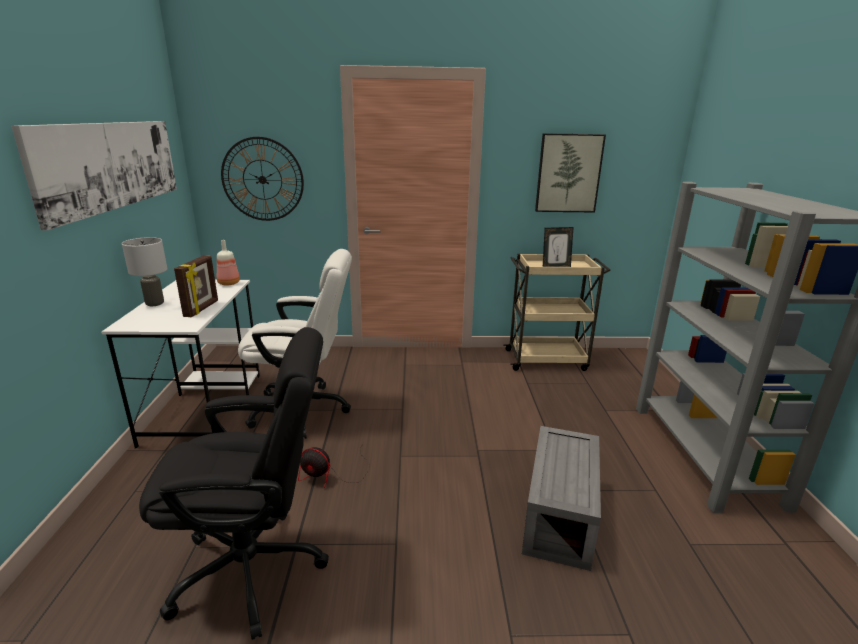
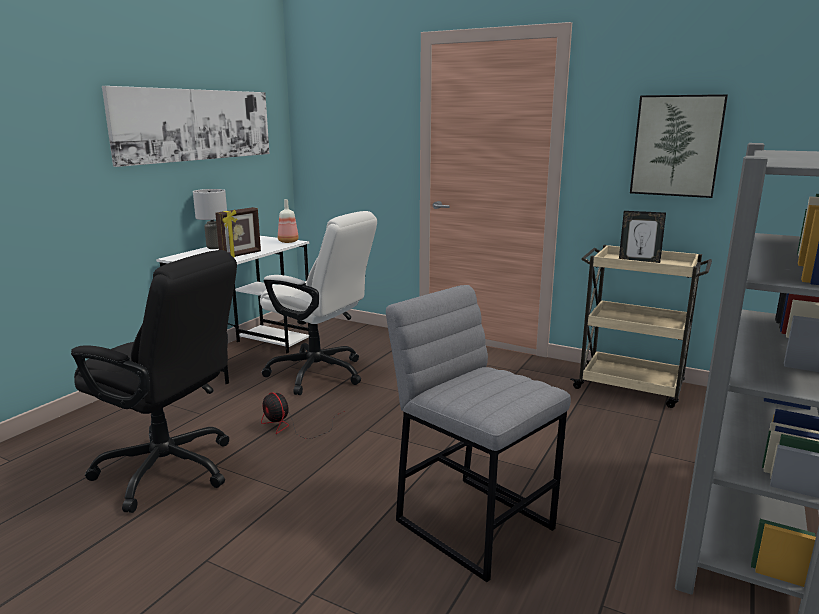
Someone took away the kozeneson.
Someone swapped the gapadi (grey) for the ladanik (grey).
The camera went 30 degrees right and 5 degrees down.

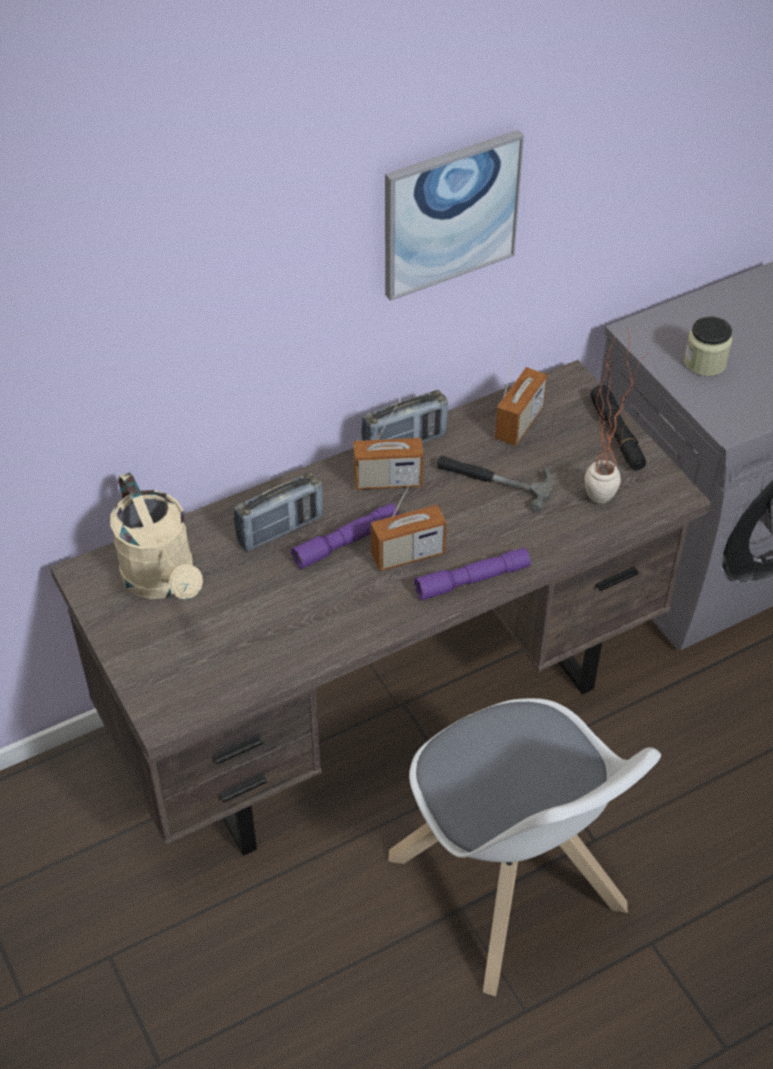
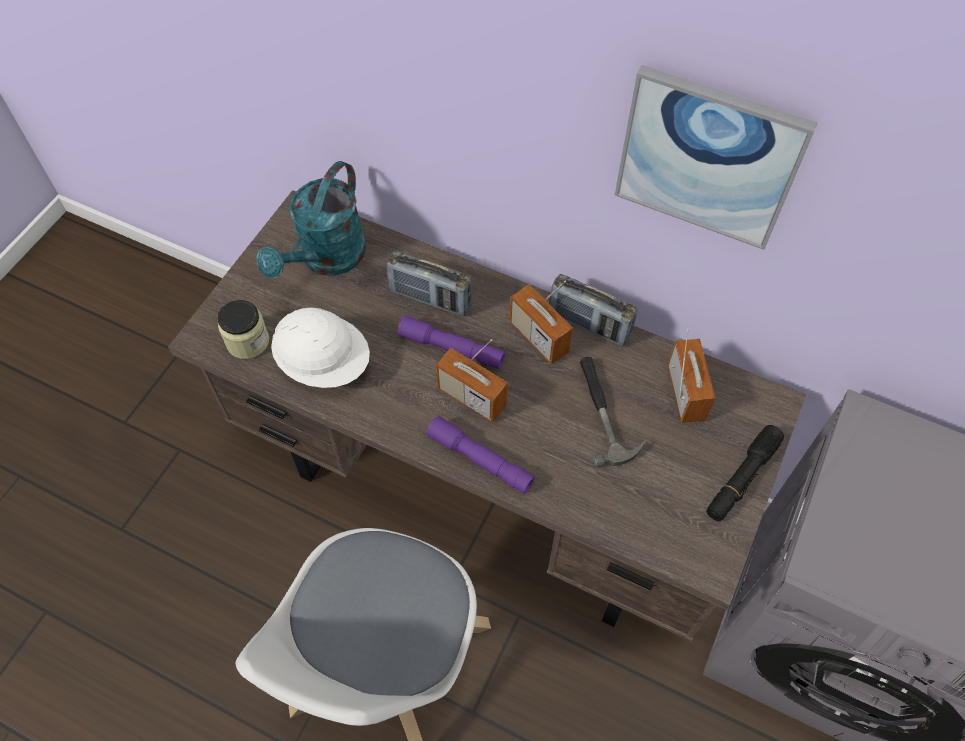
Someone repainted the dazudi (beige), which became the dazudi (turquoise).
Someone rotated the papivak (5th from left) by 90 degrees counterclockwise.
Someone took away the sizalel.
Someone carried the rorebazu.
Someone put down the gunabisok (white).
The camera went 55 degrees right and 10 degrees up.

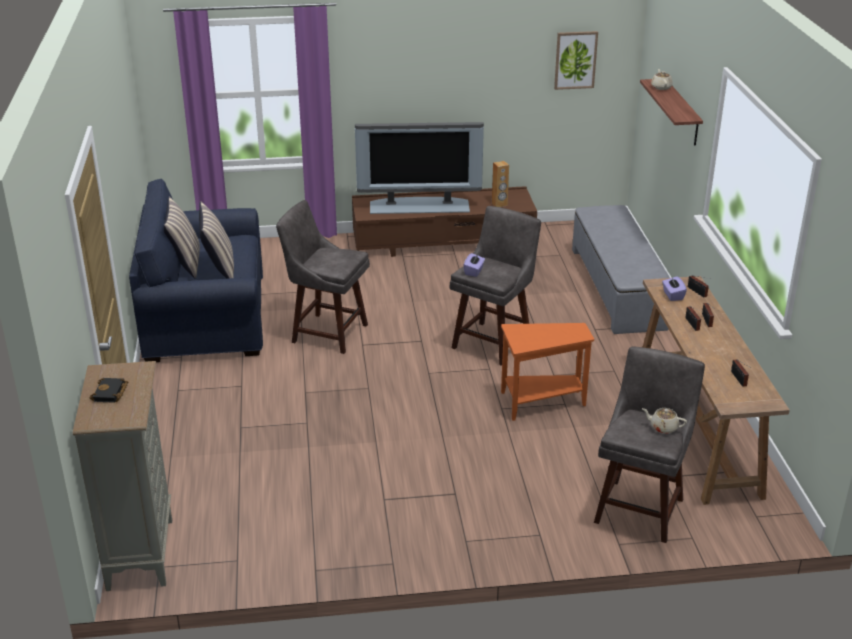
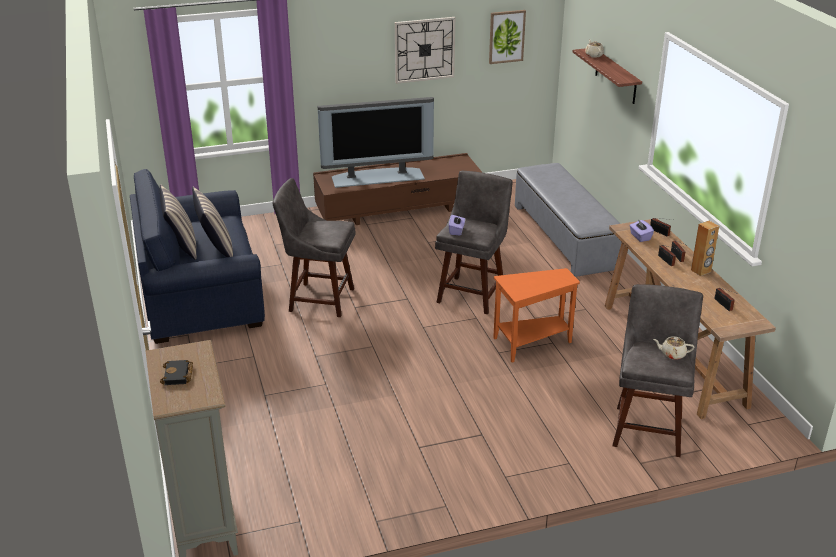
Someone carried the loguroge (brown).
Someone put up the kozeneson.
The camera went 10 degrees left and 0 degrees up.

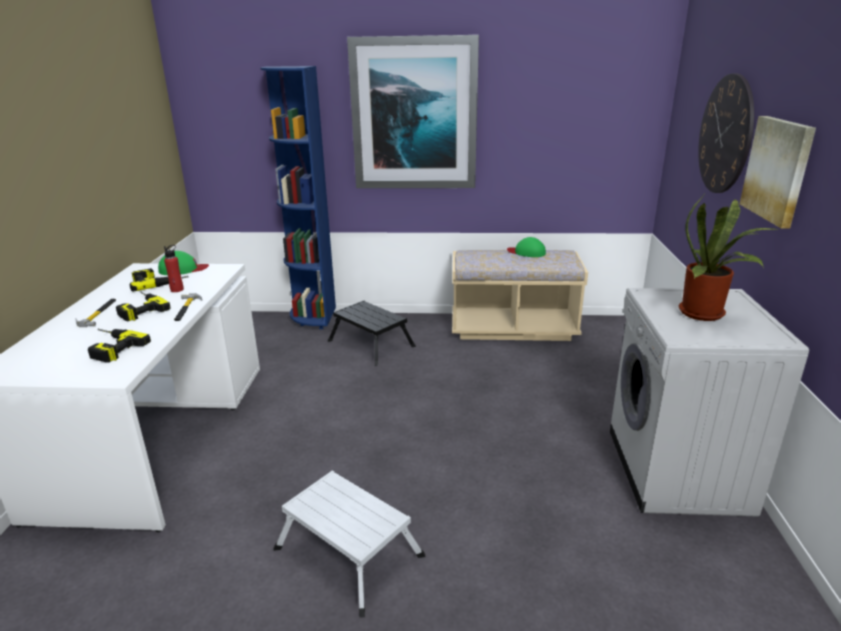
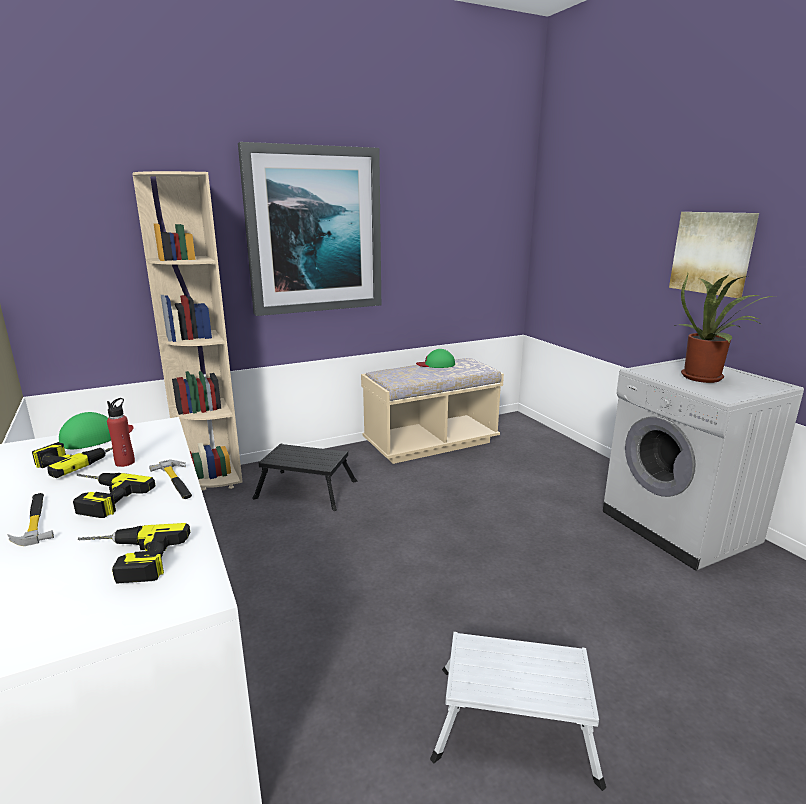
Someone repainted the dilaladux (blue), which became the dilaladux (beige).
Someone took away the kozeneson.
The camera went 30 degrees left and 5 degrees down.

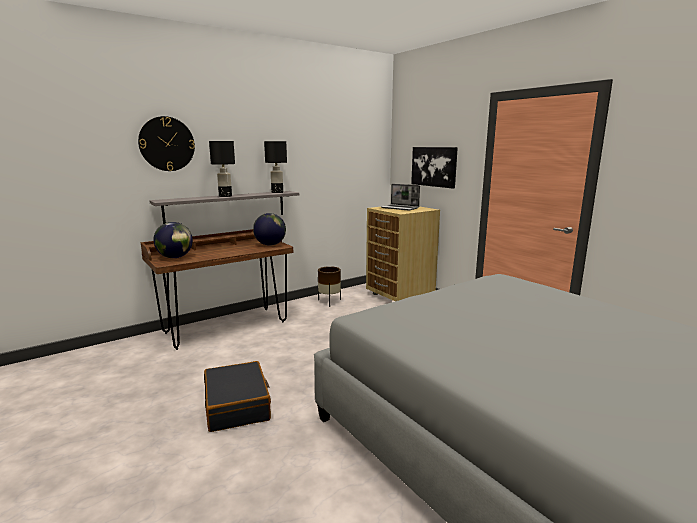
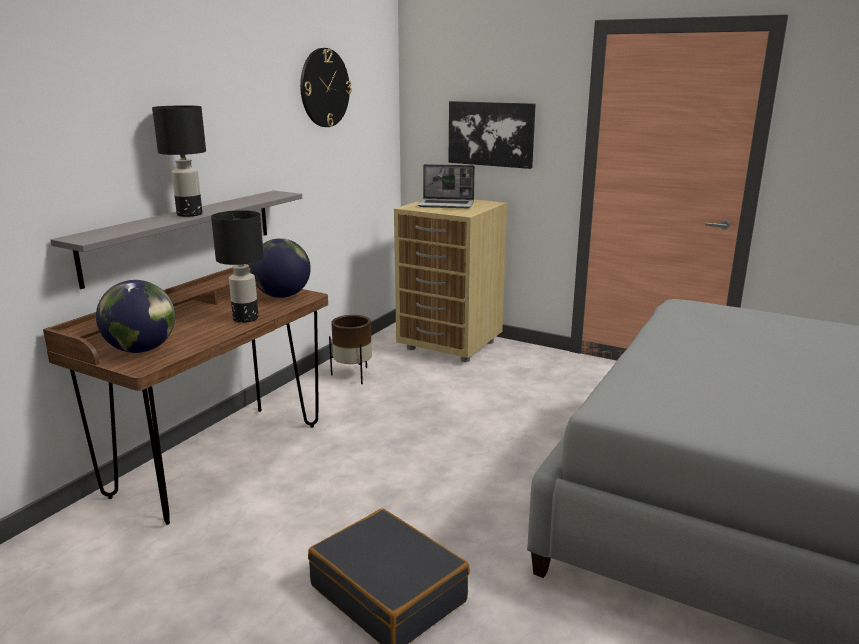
Someone carried the kozeneson.
Someone carried the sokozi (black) (2nd from left).
The camera went 25 degrees left and 5 degrees up.

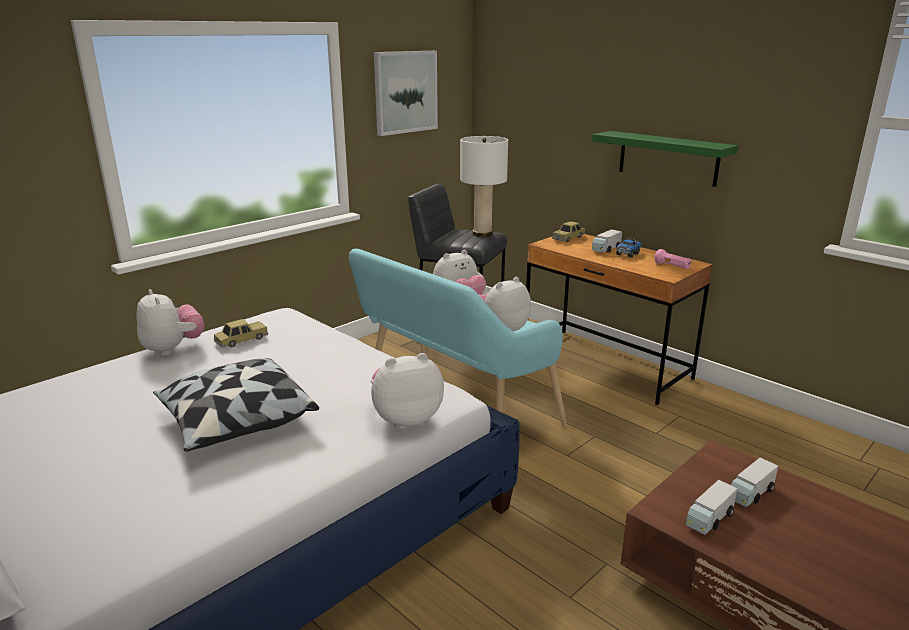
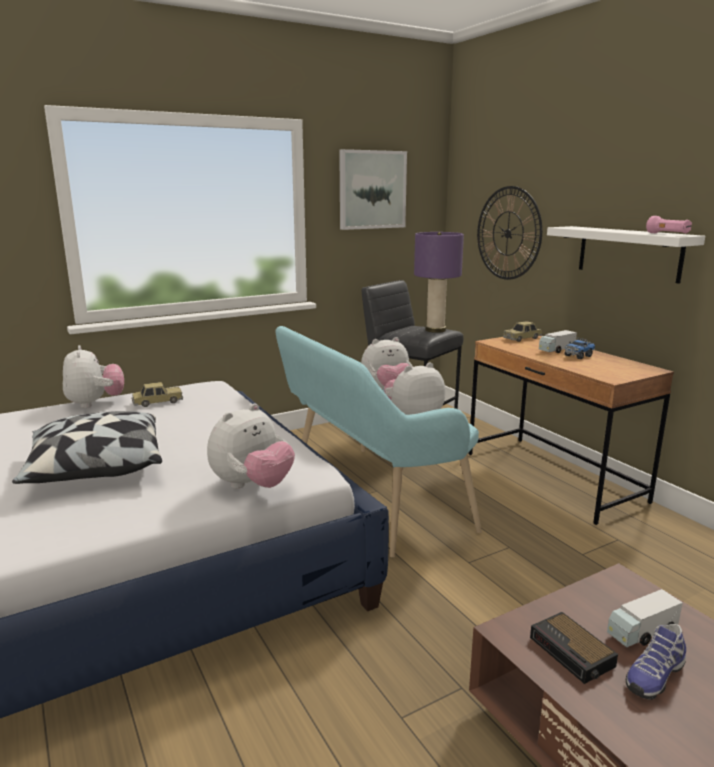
Someone rotated the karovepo (2nd from left) by 135 degrees clockwise.
Someone repainted the sokozi (white), which became the sokozi (purple).
Someone repainted the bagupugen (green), which became the bagupugen (white).
Someone carried the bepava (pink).
Someone swapped the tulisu (3rd from left) for the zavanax.
Someone put up the kozeneson.
Someone put down the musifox.
The camera went 15 degrees right and 5 degrees down.

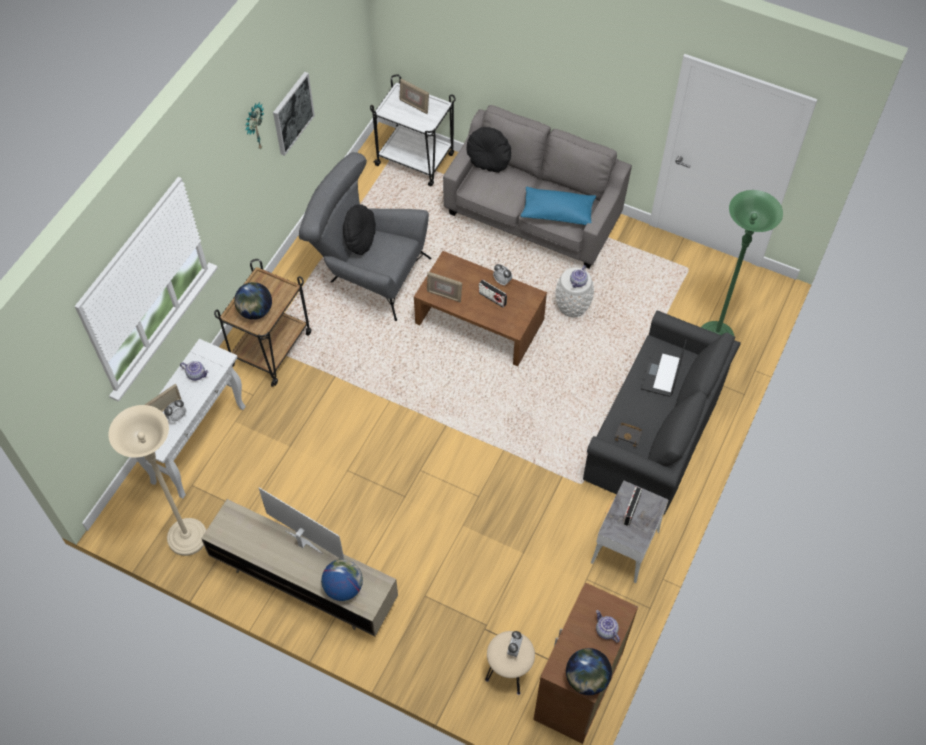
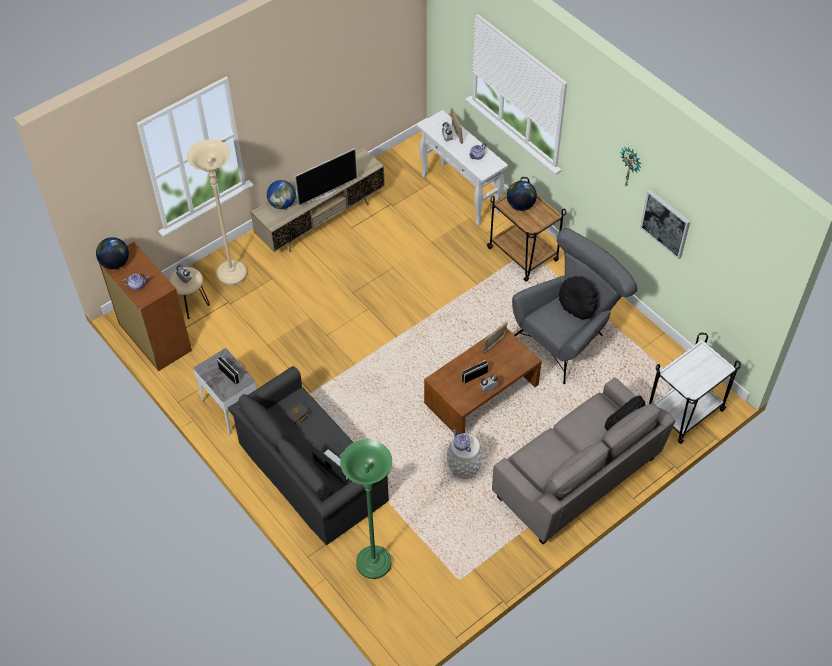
Someone carried the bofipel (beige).
Someone took away the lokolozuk (2nd from left).
Someone took away the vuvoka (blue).
The camera went 115 degrees right and 5 degrees down.

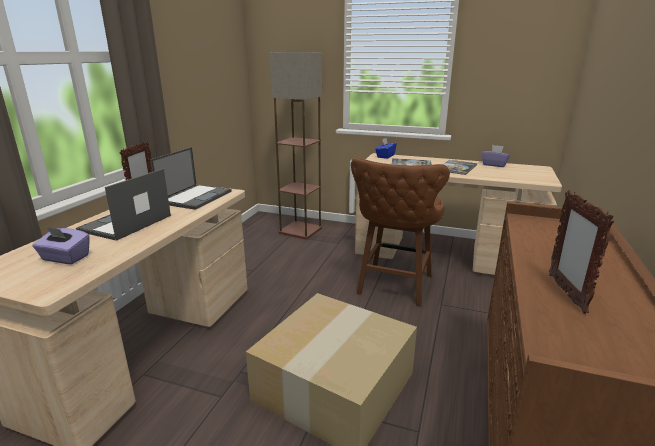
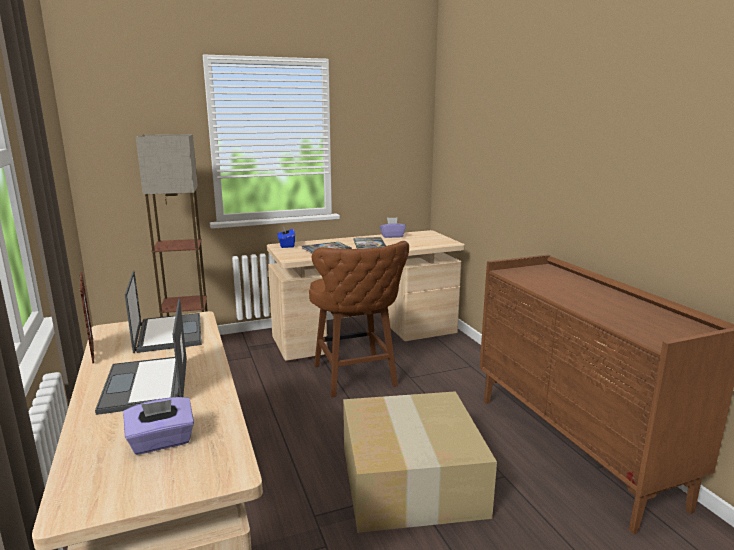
Someone took away the lokolozuk (2nd from left).
The camera went 40 degrees left and 5 degrees down.

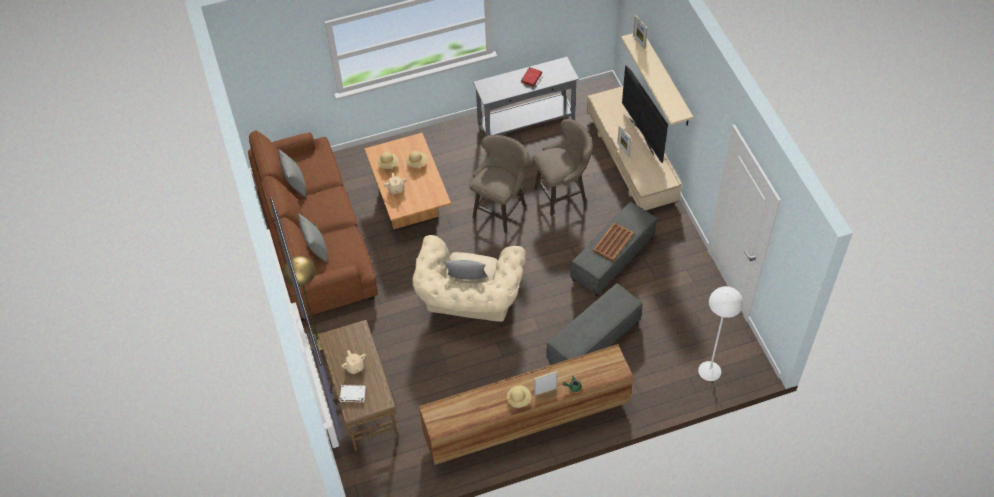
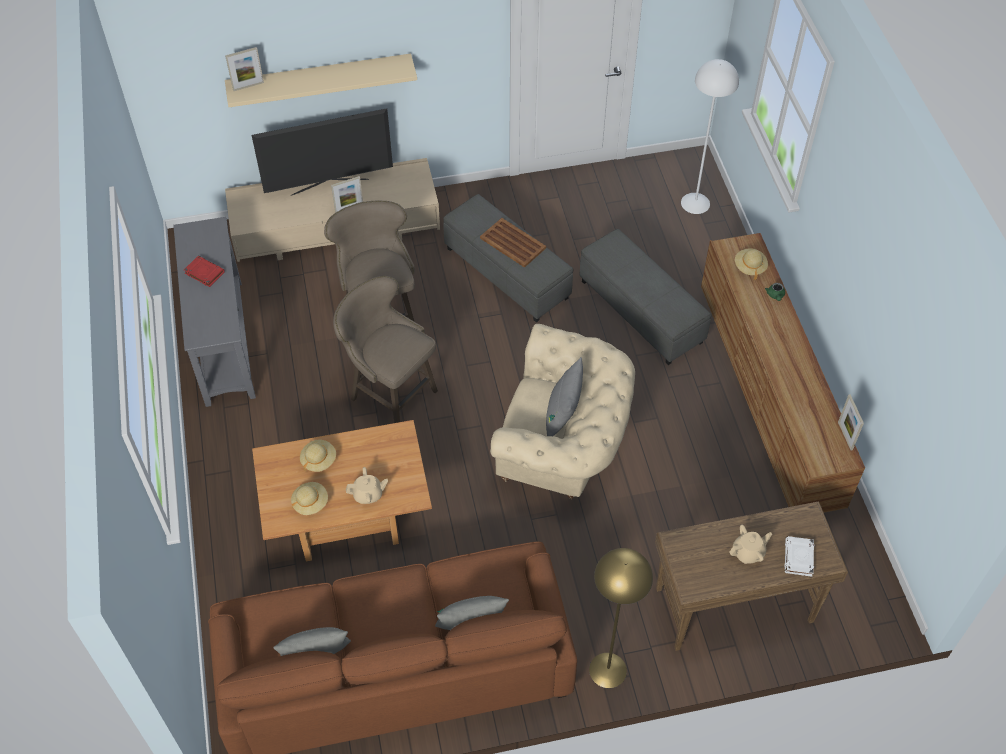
Someone carried the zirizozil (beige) (3rd from left).
Someone carried the lokolozuk (1st from left in the first image).
The camera went 85 degrees left and 0 degrees up.

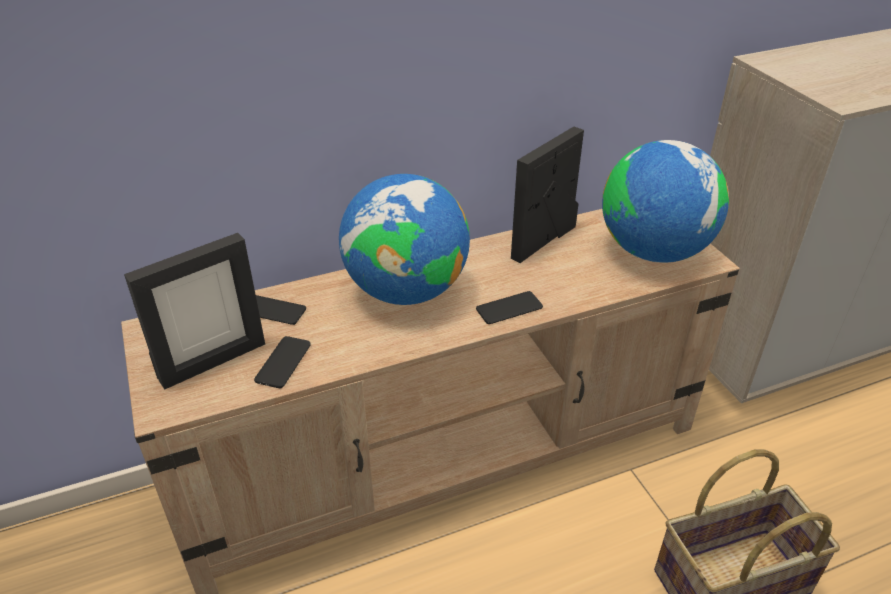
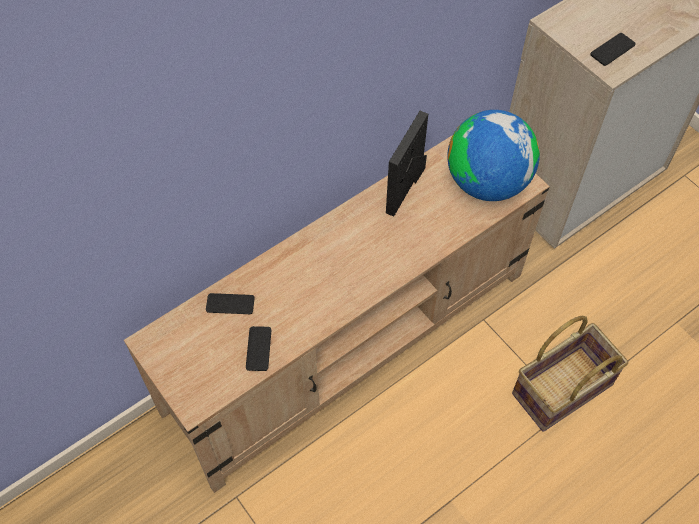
Someone took away the lokolozuk (1st from left).
Someone took away the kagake (1st from left).
Someone carried the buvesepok (3rd from left).
The camera went 15 degrees left and 20 degrees up.

